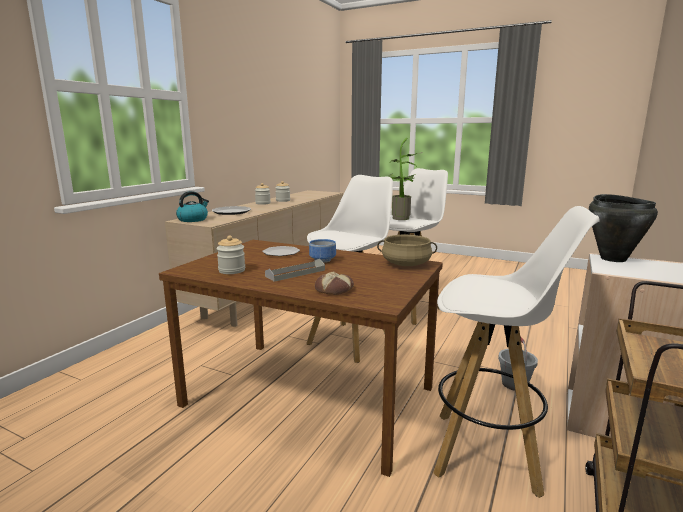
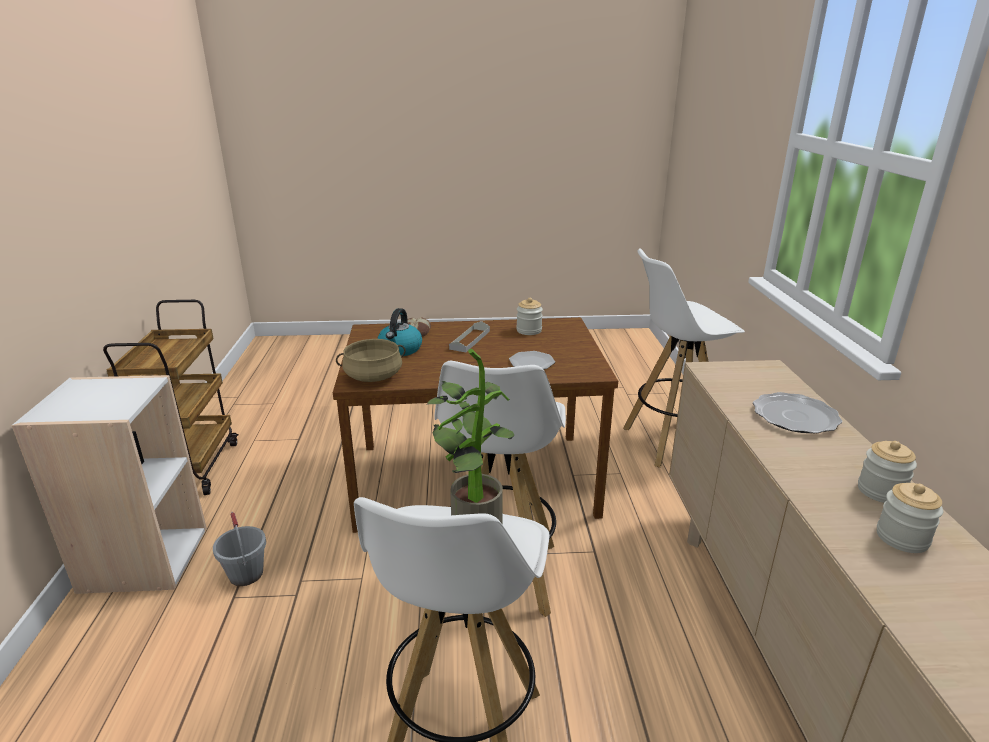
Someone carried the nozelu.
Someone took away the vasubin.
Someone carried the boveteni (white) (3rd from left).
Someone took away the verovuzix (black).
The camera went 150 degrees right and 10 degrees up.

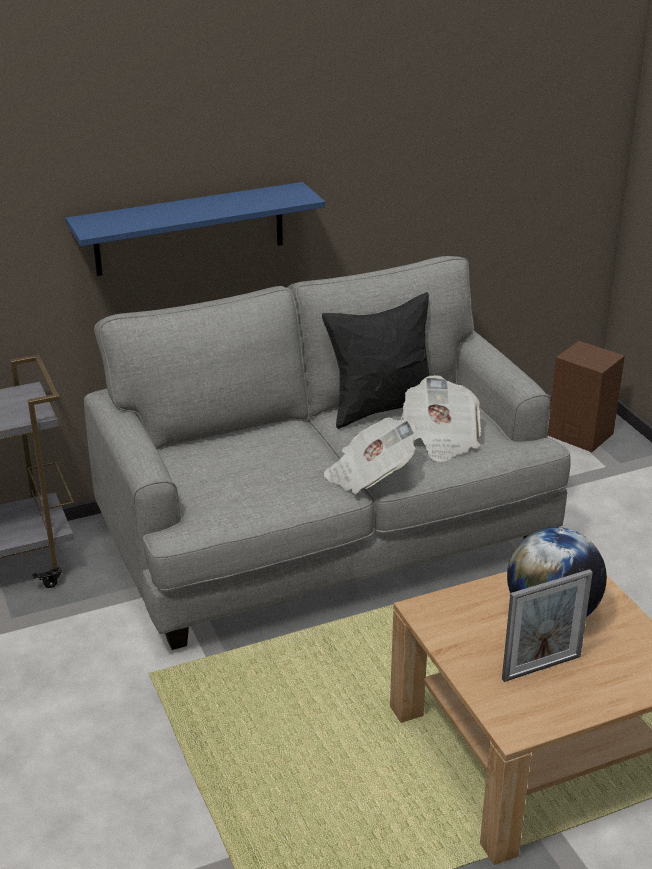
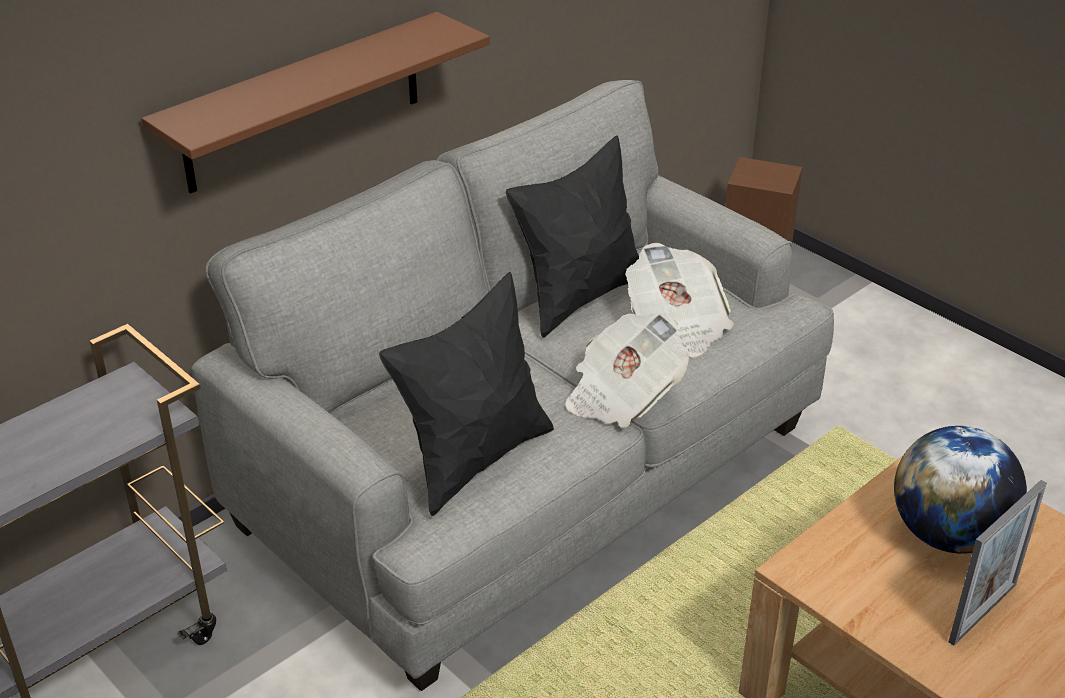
Someone repainted the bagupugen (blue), which became the bagupugen (brown).
Someone put down the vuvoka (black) (1st from left).
The camera went 20 degrees left and 5 degrees up.

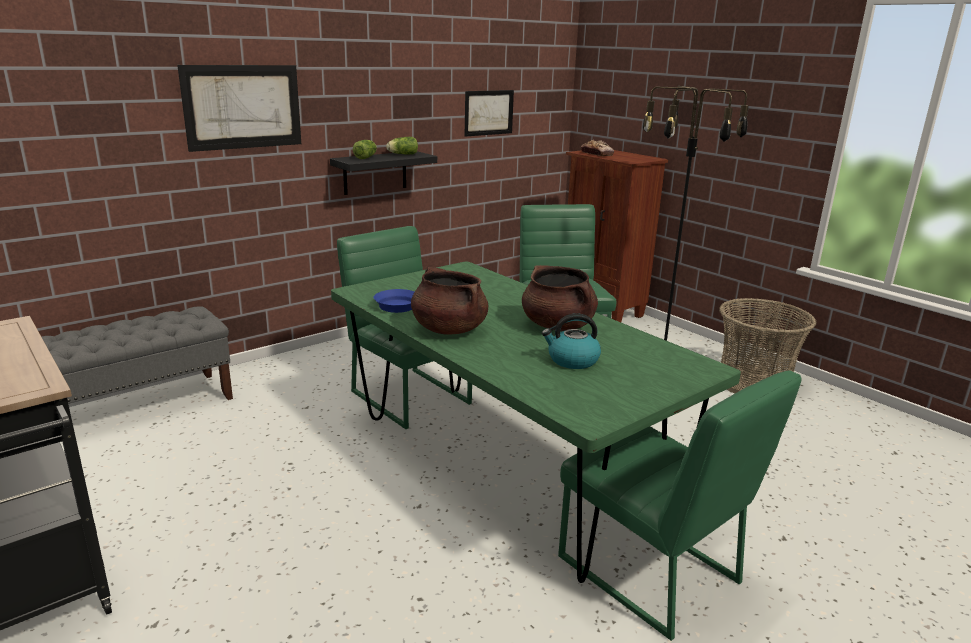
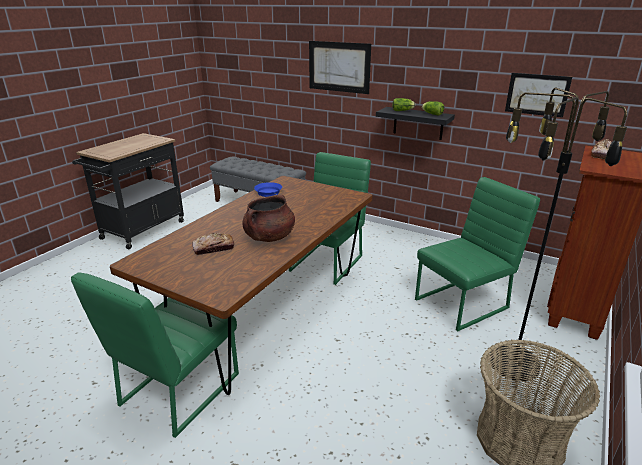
Someone repainted the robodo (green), which became the robodo (brown).
Someone took away the verovuzix (brown) (1st from left).
Someone swapped the nozelu for the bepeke (1st from left).
The camera went 70 degrees right and 5 degrees up.

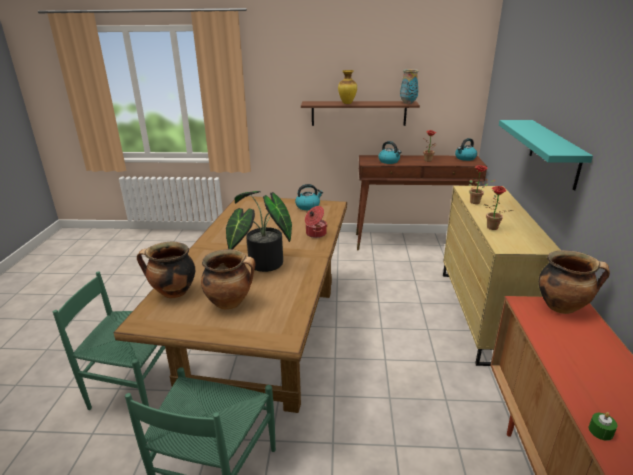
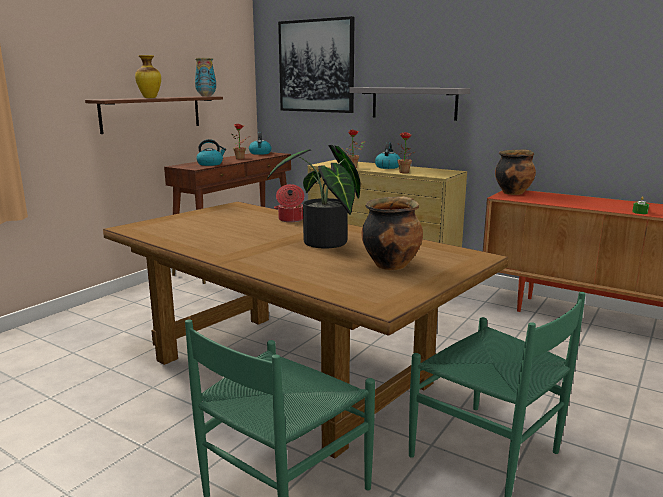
Someone took away the verovuzix (1st from left).
Someone carried the nozelu (1st from left in the first image).
Someone repainted the bagupugen (turquoise), which became the bagupugen (grey).
Someone put up the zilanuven.
The camera went 60 degrees left and 10 degrees down.

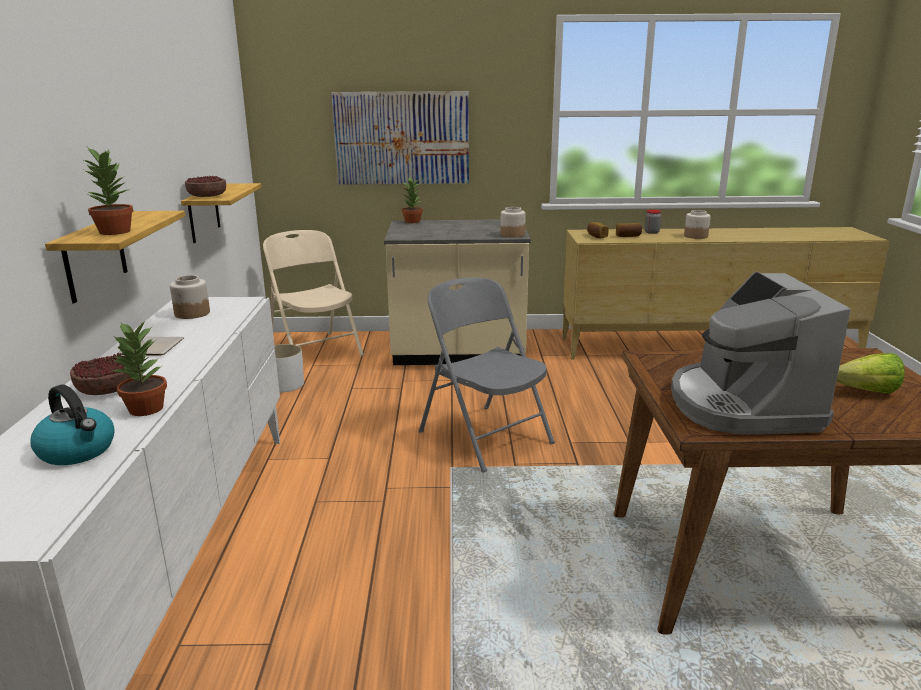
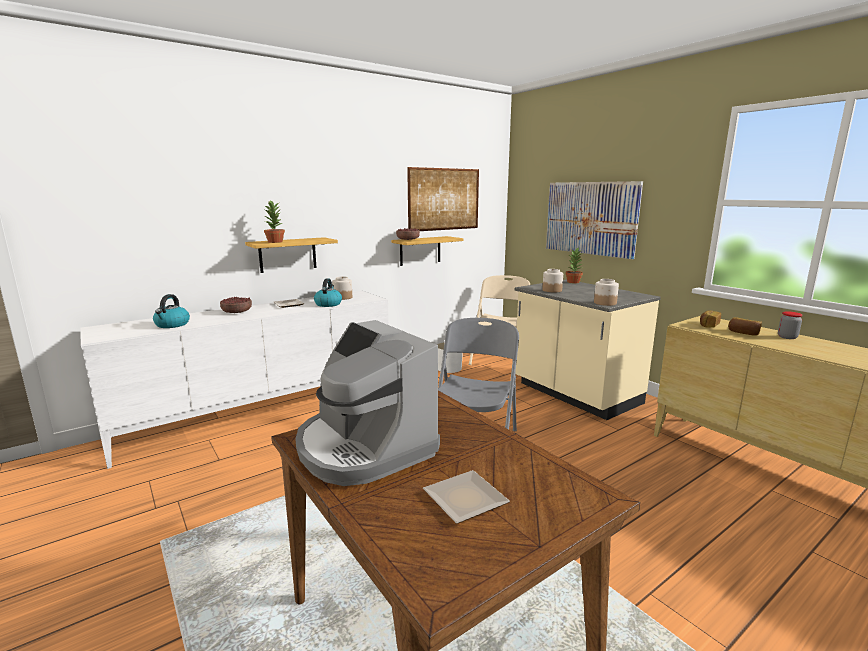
Someone took away the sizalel (2nd from left).
Someone rotated the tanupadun by 90 degrees counterclockwise.
Someone carried the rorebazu (4th from left in the first image).
Someone swapped the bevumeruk for the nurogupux (2nd from left).
Someone put down the nozelu (2nd from left).
Someone put up the zilanuven (1st from left).
The camera went 55 degrees right and 5 degrees down.

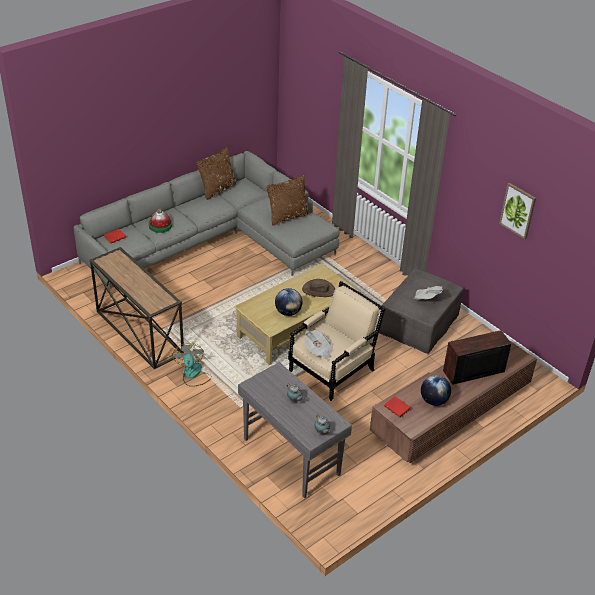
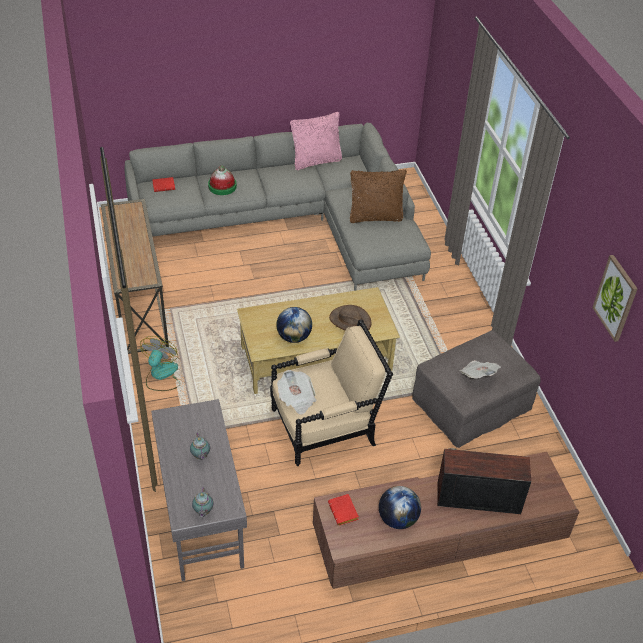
Someone repainted the vuvoka (brown) (1st from left), which became the vuvoka (pink).
The camera went 25 degrees right and 5 degrees up.

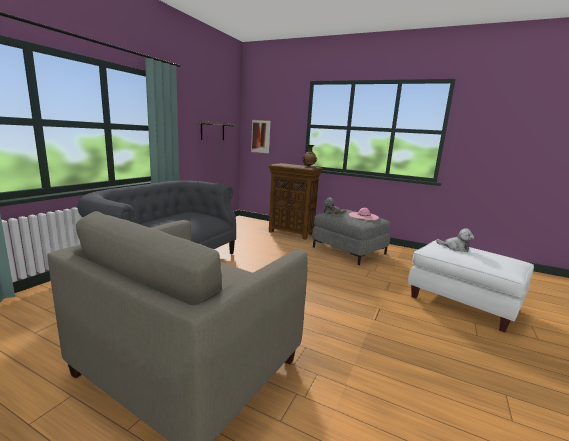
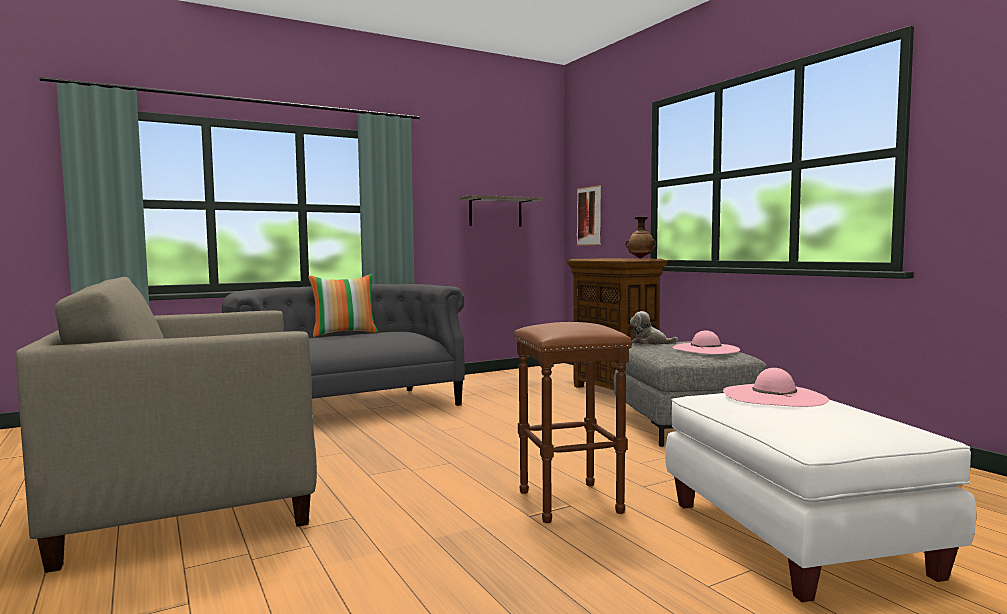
Someone swapped the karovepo (2nd from left) for the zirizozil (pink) (2nd from left).
Someone put down the vuvoka.
Someone put down the boveteni (brown).
The camera went 35 degrees right and 10 degrees down.

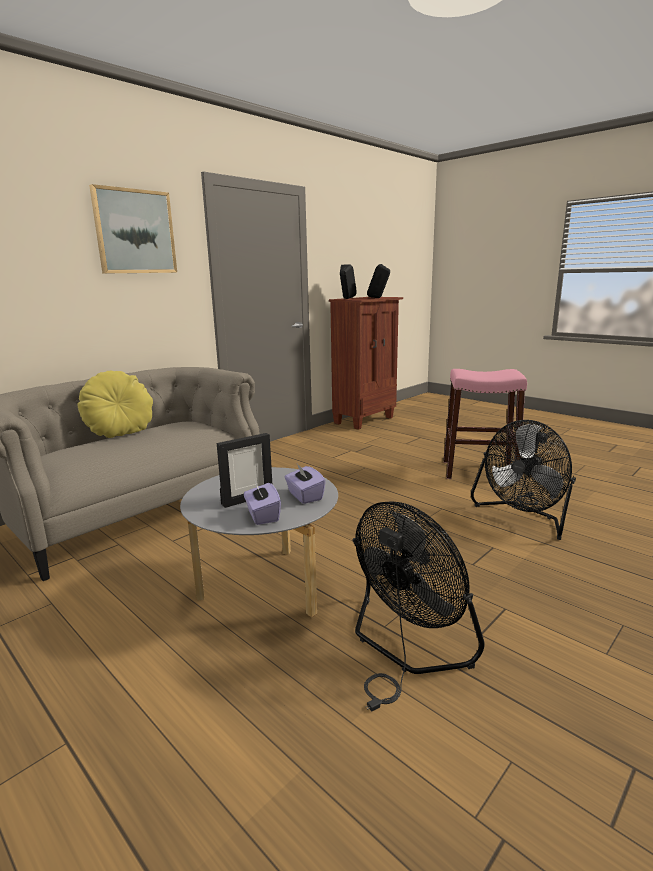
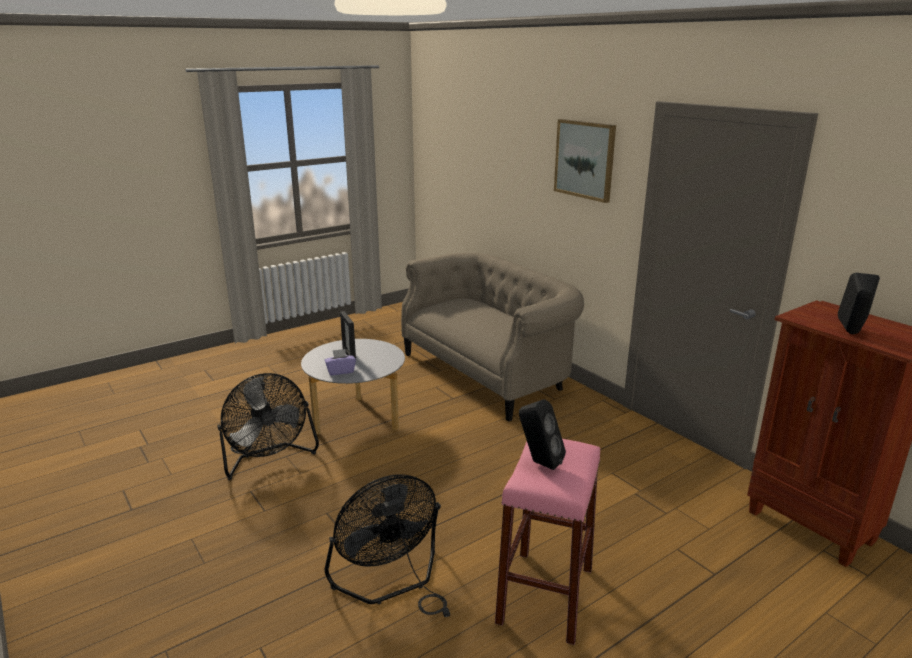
Someone took away the vuvoka (yellow).
Someone took away the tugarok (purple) (1st from left).
Someone carried the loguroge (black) (1st from left).
The camera went 100 degrees right and 5 degrees up.

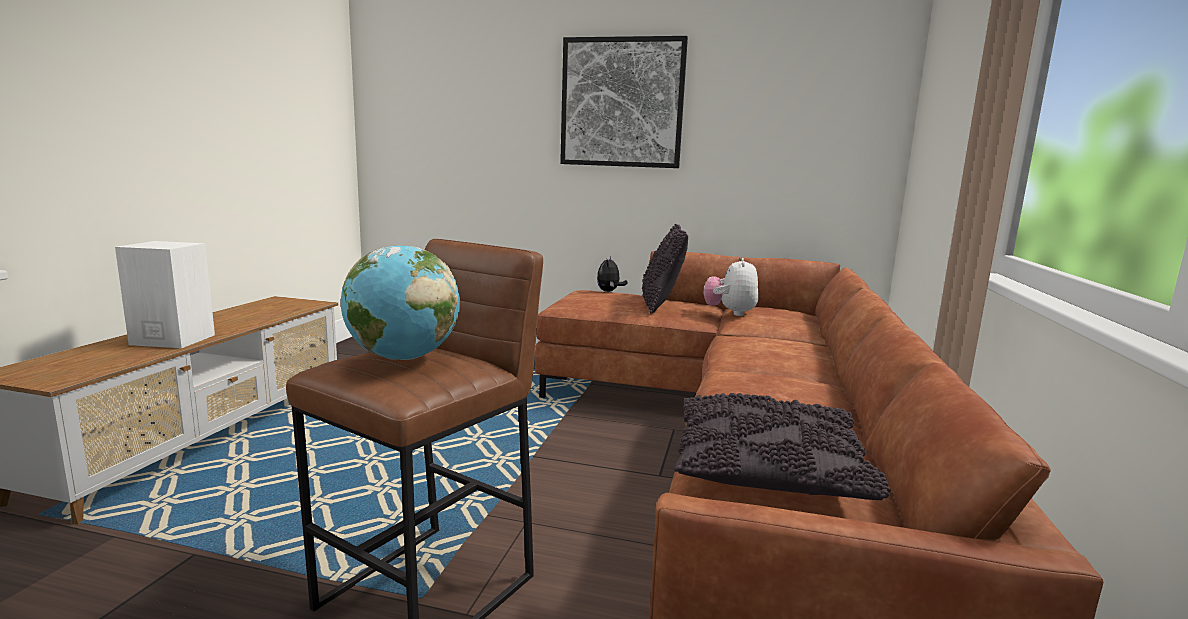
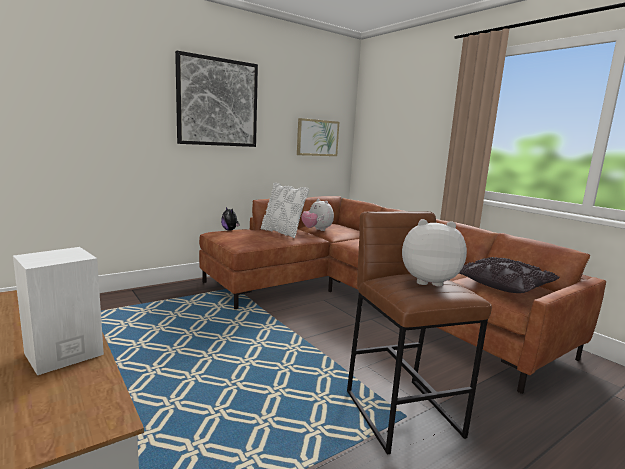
Someone swapped the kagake for the karovepo (3rd from left).
Someone repainted the vuvoka (black) (1st from left), which became the vuvoka (white).
Someone put up the zilanuven (2nd from left).
The camera went 50 degrees left and 0 degrees up.

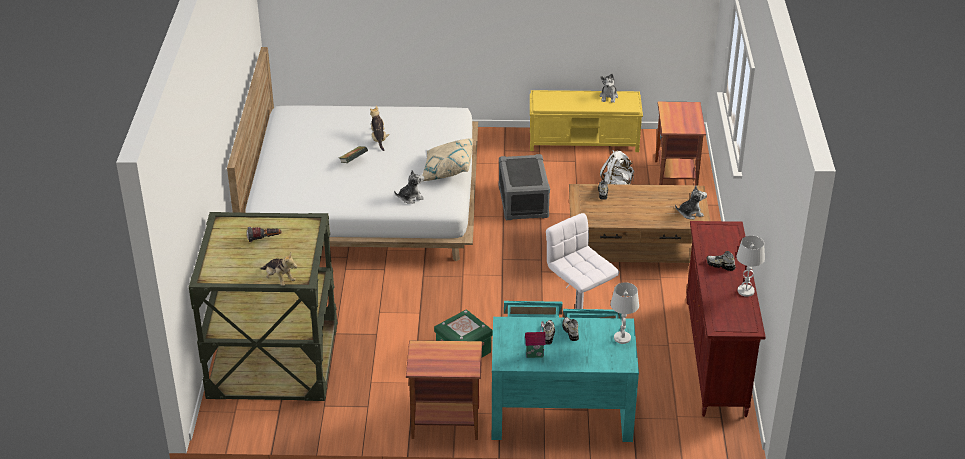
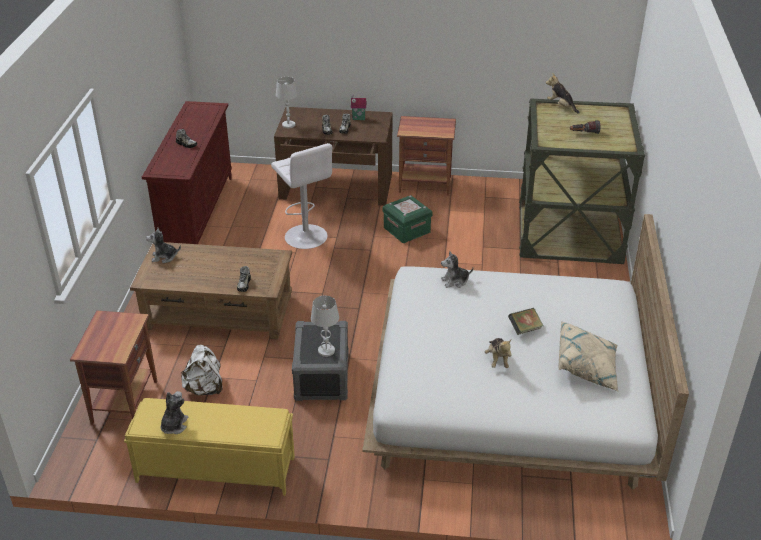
Someone carried the vuvoka (beige).
Someone repainted the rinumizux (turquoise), which became the rinumizux (brown).
Someone carried the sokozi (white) (2nd from left).
The camera went 175 degrees left and 0 degrees up.

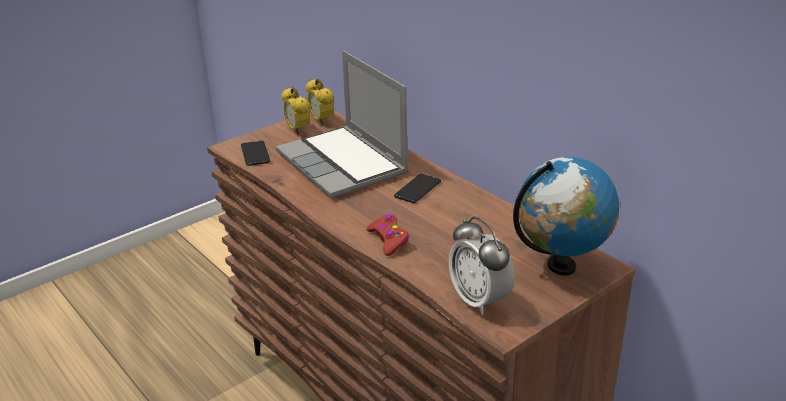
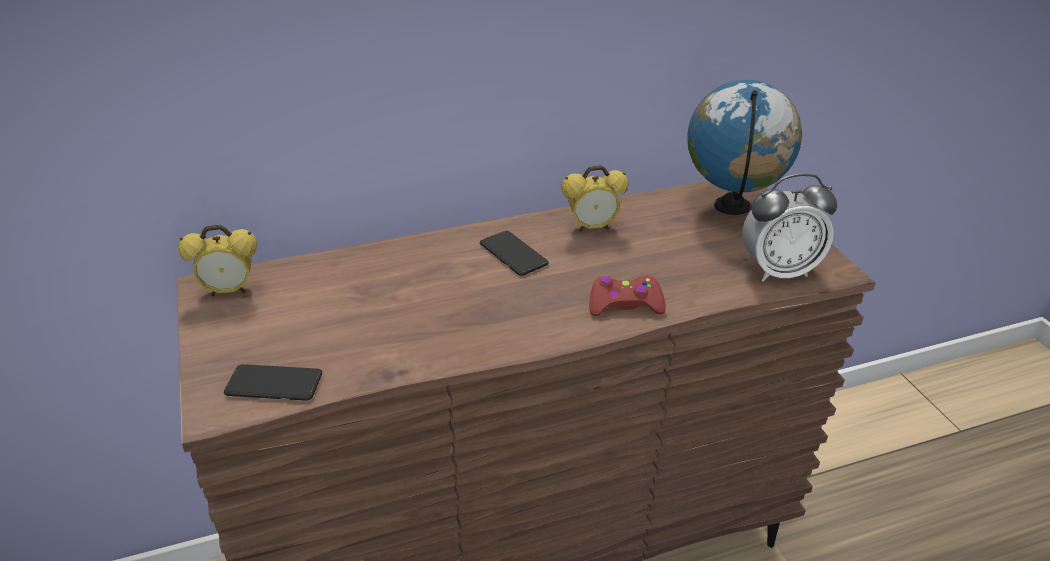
Someone took away the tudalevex.
Someone carried the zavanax (1st from left in the first image).
The camera went 70 degrees left and 5 degrees up.

